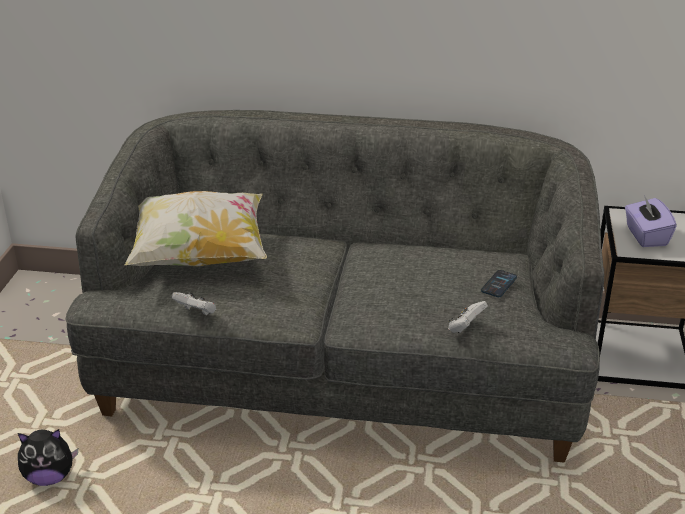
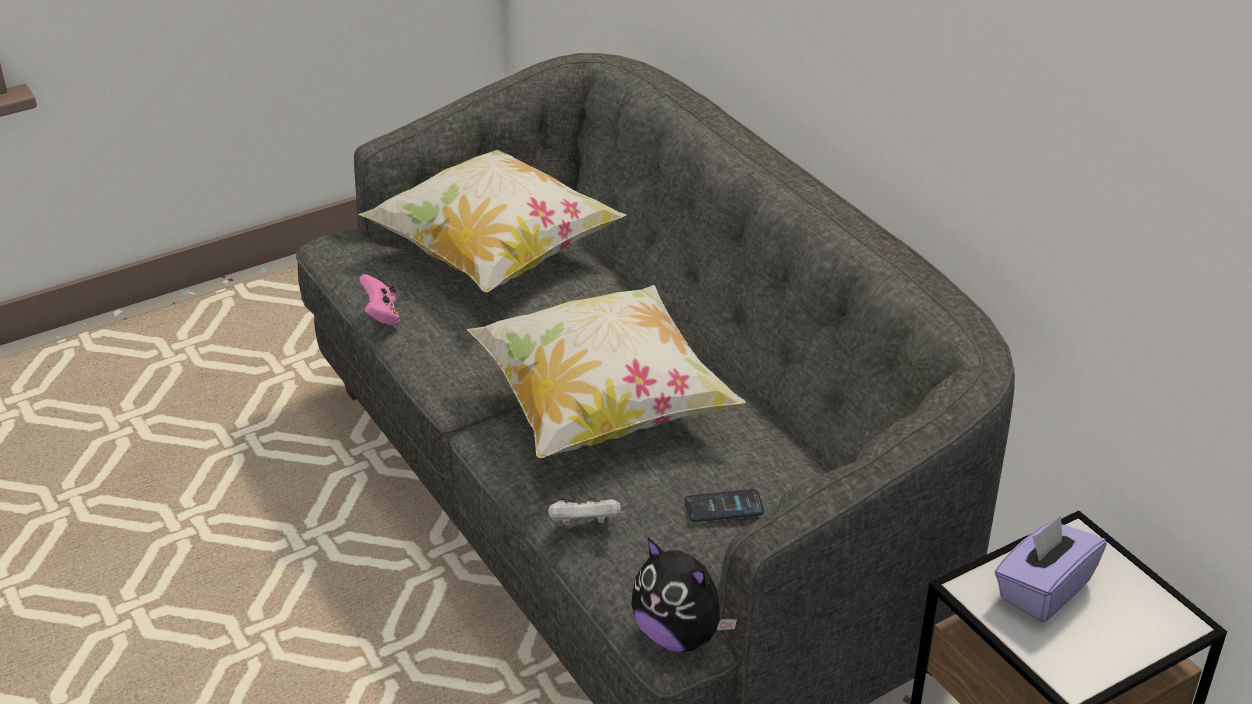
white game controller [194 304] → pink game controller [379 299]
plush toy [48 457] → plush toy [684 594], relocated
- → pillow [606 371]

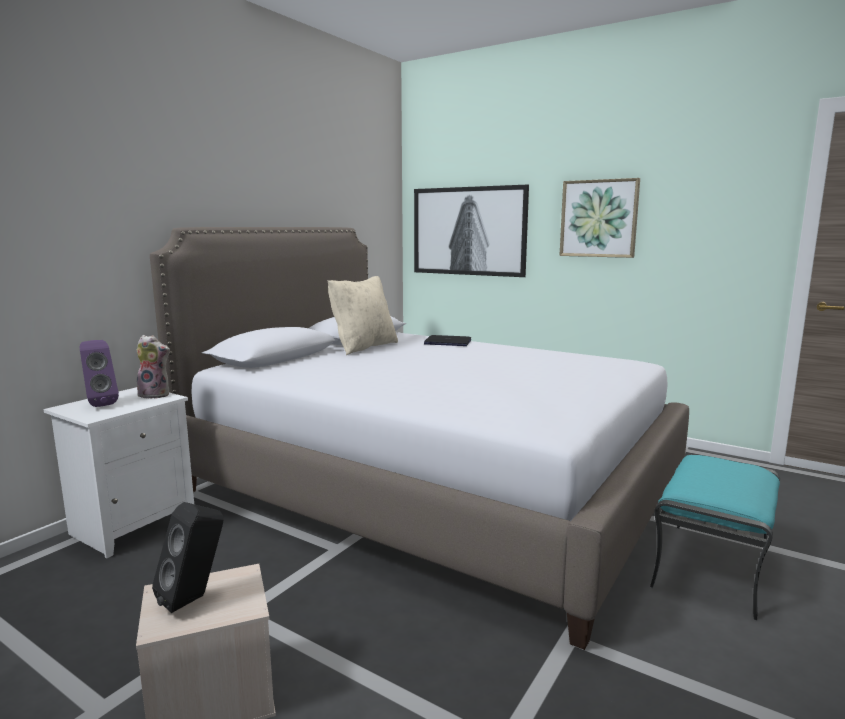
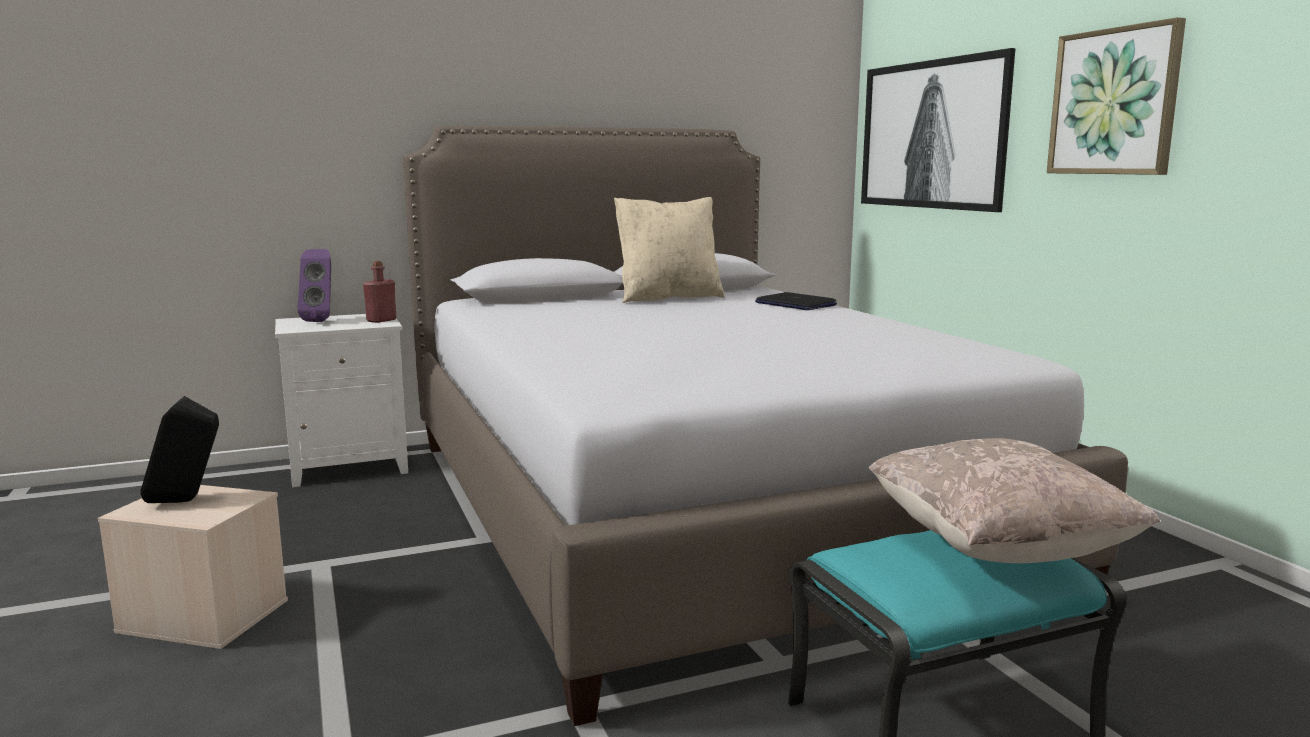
plush toy [153 367] → red bottle [380 292]
- → beige pillow [1014 500]

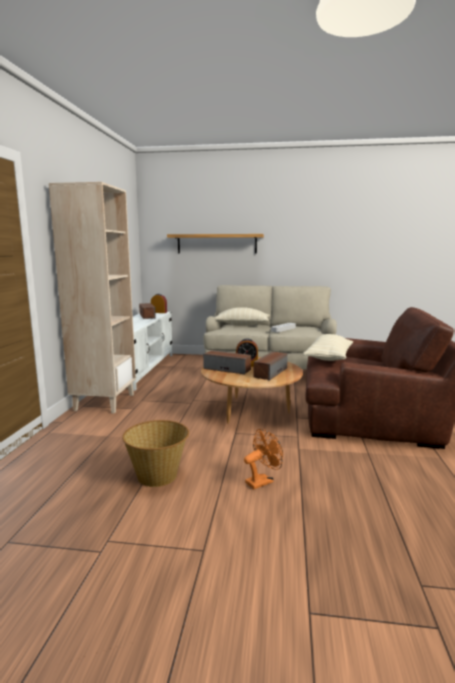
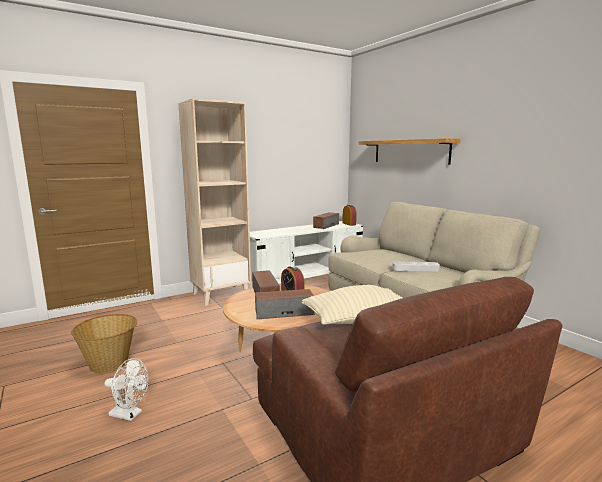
beige pillow [242 316] → -
orange fan [263 459] → white fan [126 389]

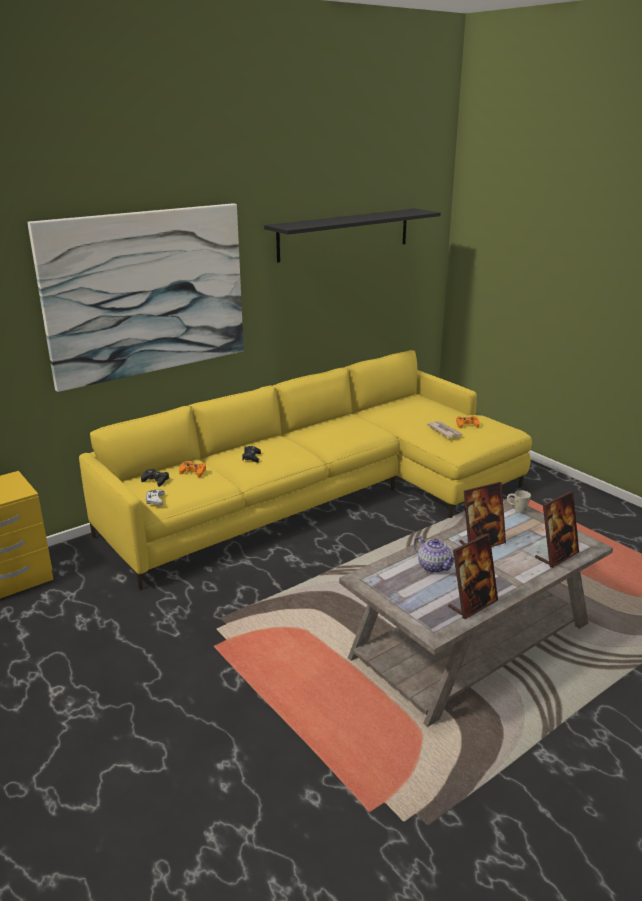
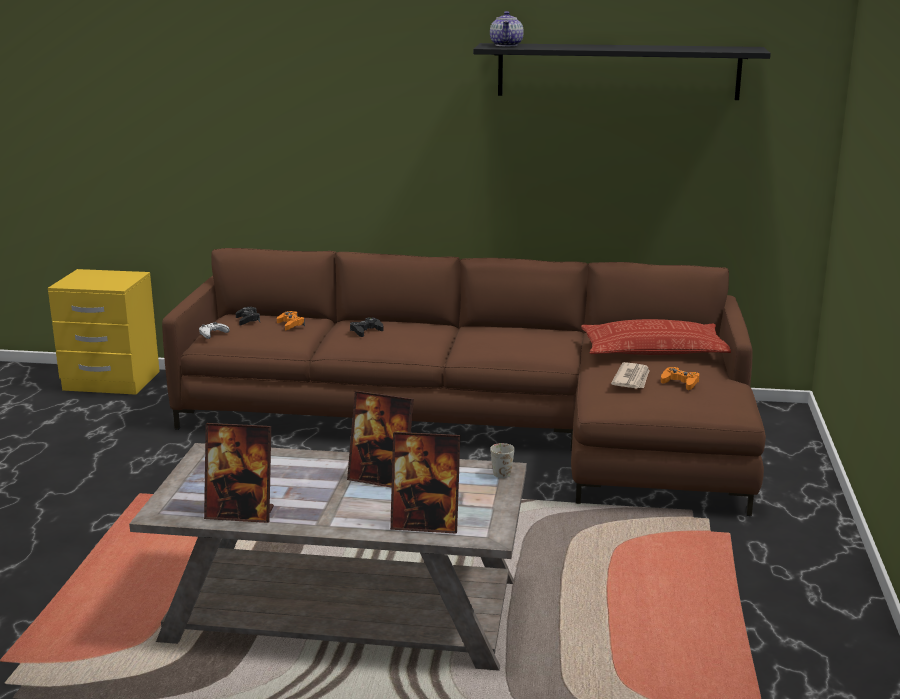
picture [135 297] → -
yellow sofa [305 470] → brown sofa [464 382]
teapot [434 554] → teapot [507 28], relocated
- → pillow [656 337]

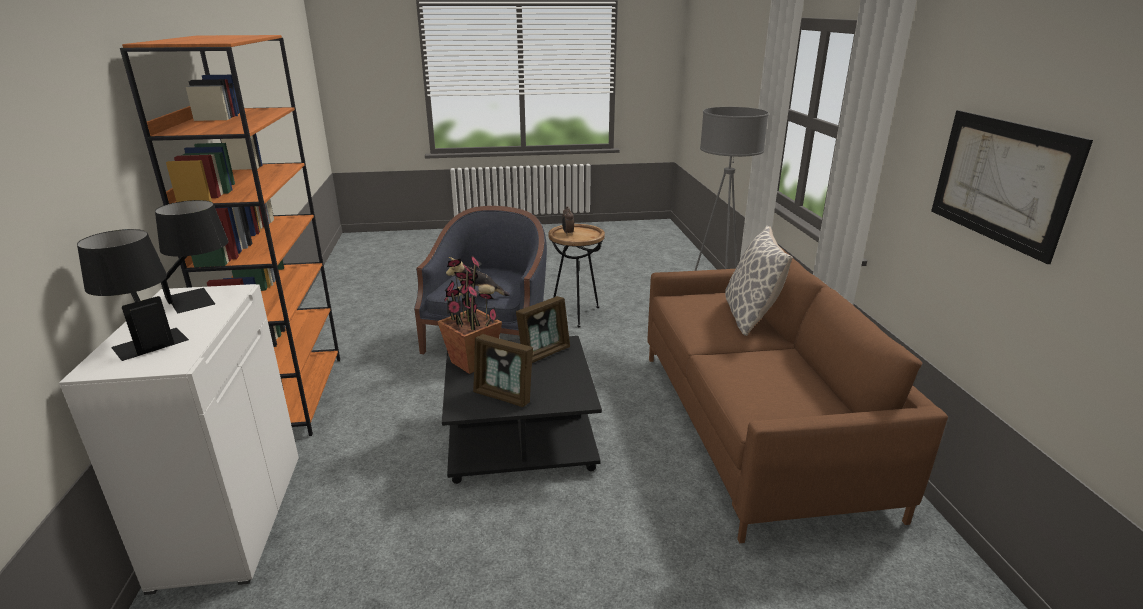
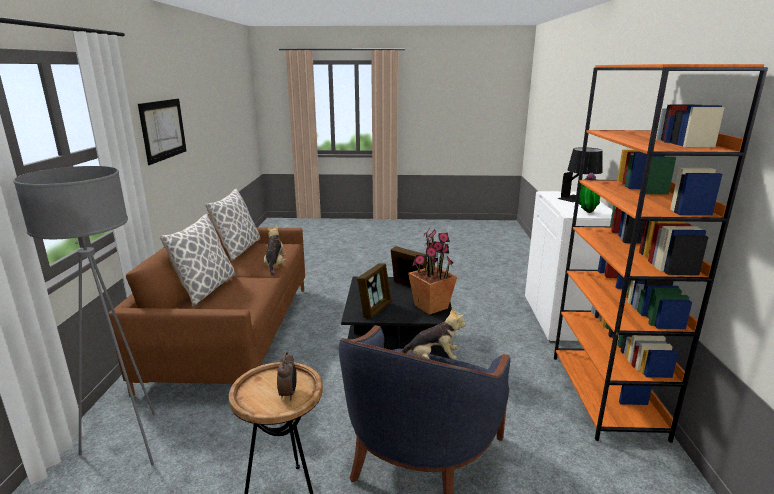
black table lamp [192 256] → potted plant [589 192]
picture frame [543 329] → picture frame [374 291], 150 degrees clockwise
- → pillow [232 225]
- → plush toy [275 250]

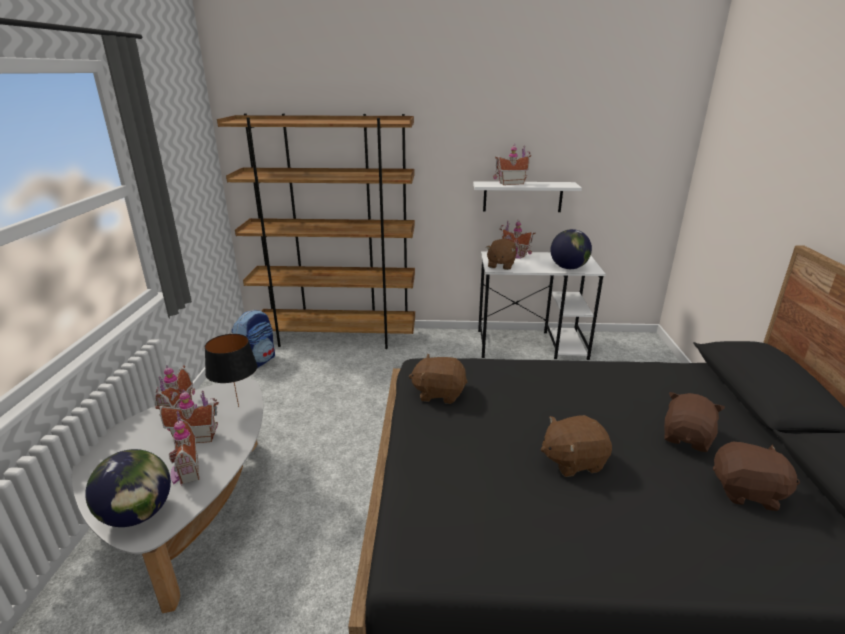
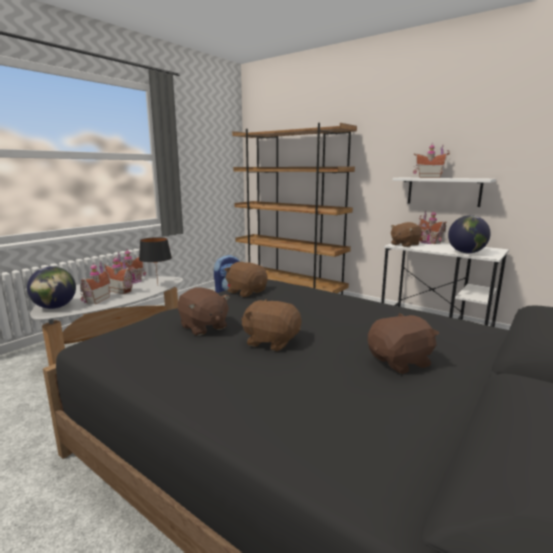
brown plush toy [756 476] → brown plush toy [204 311], relocated

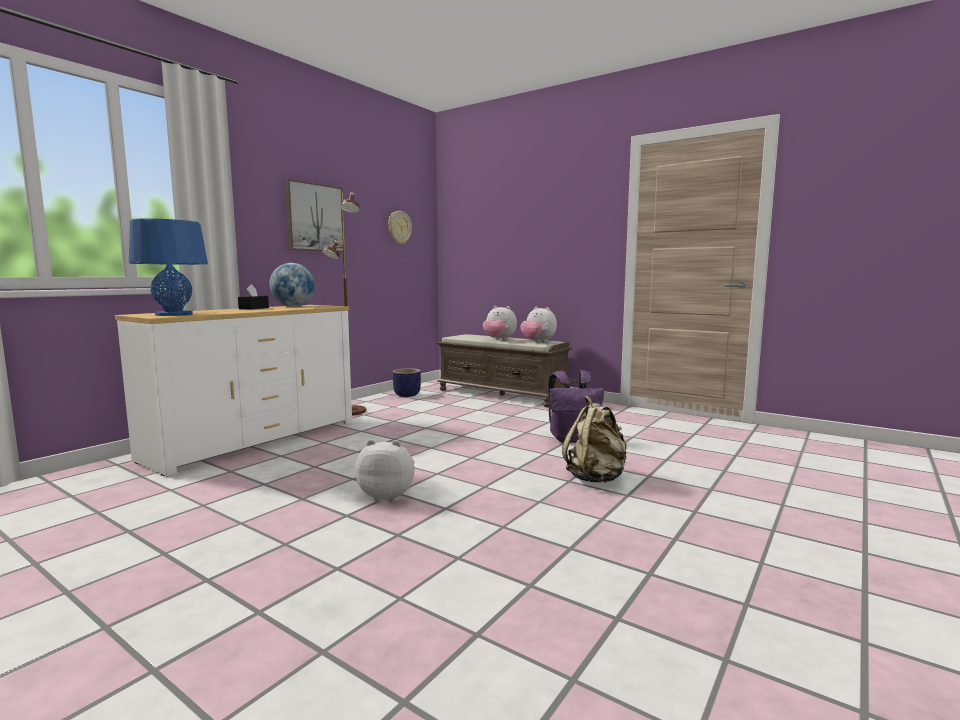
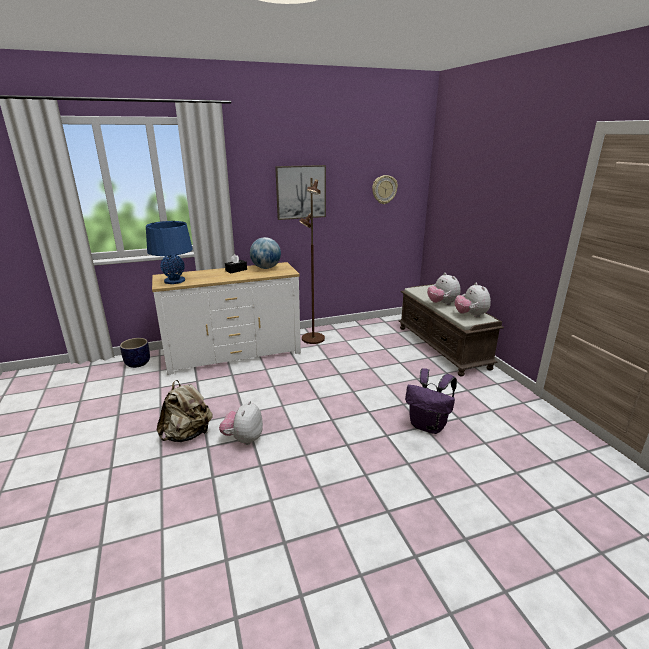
planter [407 382] → planter [135 353], relocated
beige backpack [594 439] → beige backpack [185 411], relocated
plush toy [385 471] → plush toy [241 423], 120 degrees counterclockwise

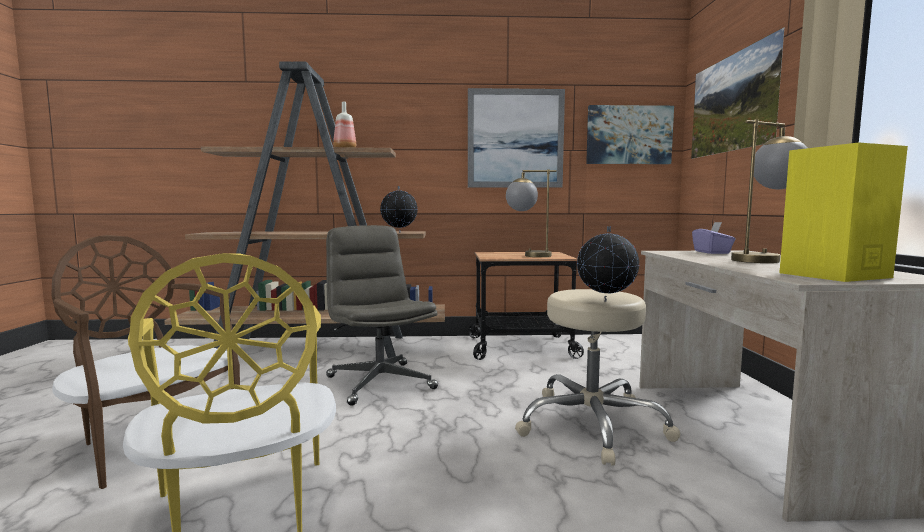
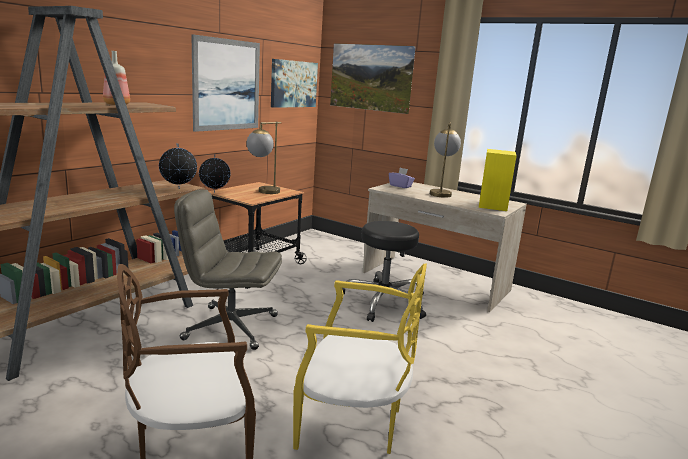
globe [608 264] → globe [214 173], relocated
beige stool [597 377] → black stool [381 271]

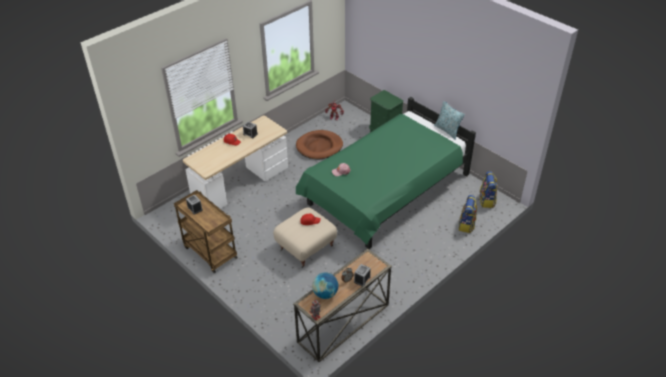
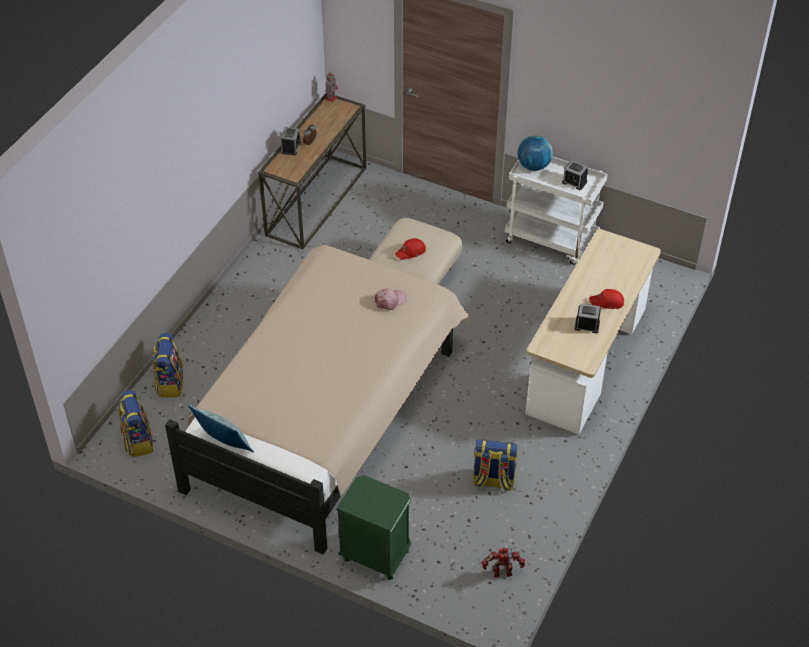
green bed [386 173] → beige bed [317 399]
brown dog bed [319 145] → backpack [495 465]
brown cart [206 231] → white cart [556 210]
globe [325 285] → globe [535 153], relocated

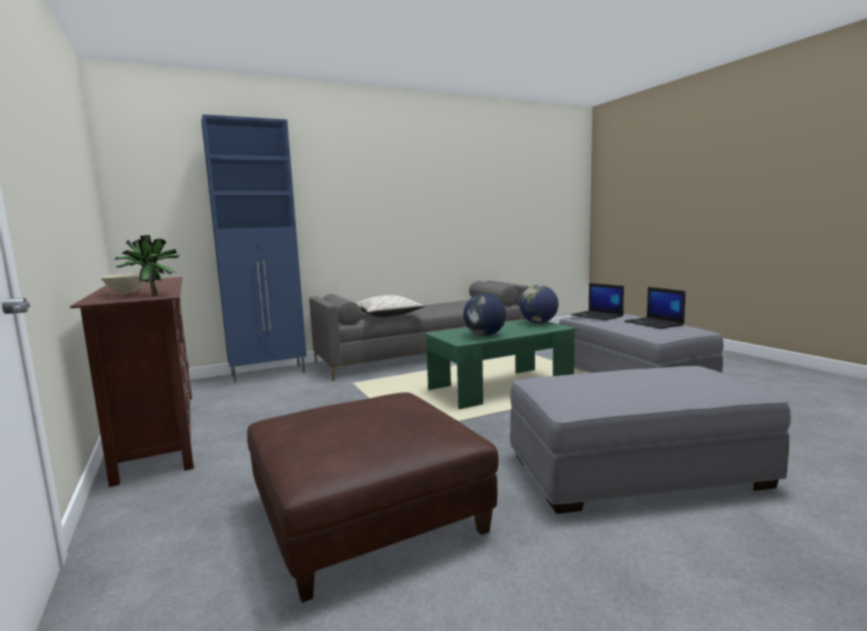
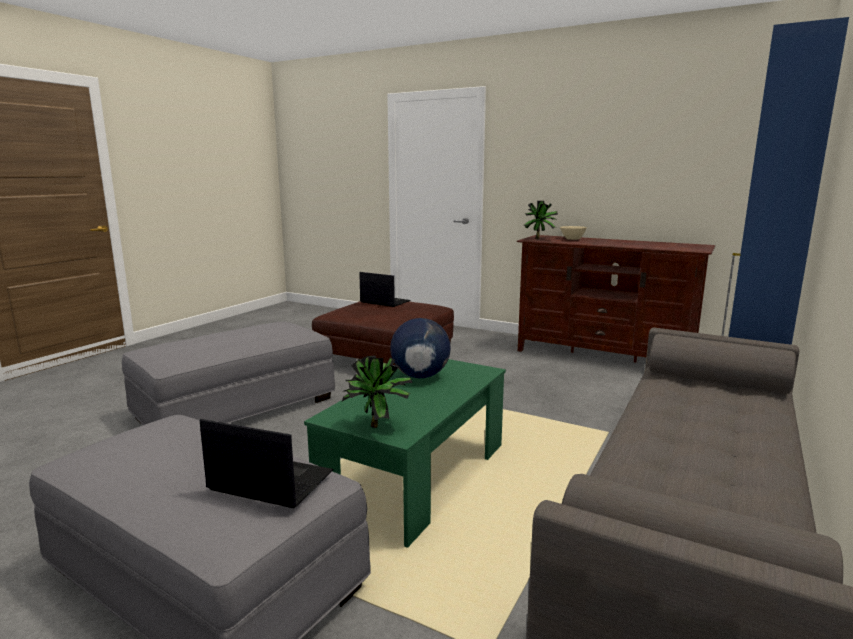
globe [538 304] → potted plant [377 392]
laptop [655 308] → laptop [385 289], relocated
beige pillow [390 306] → -

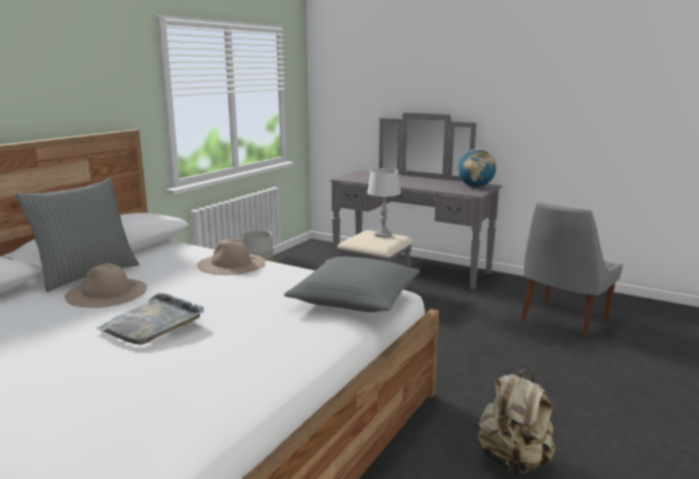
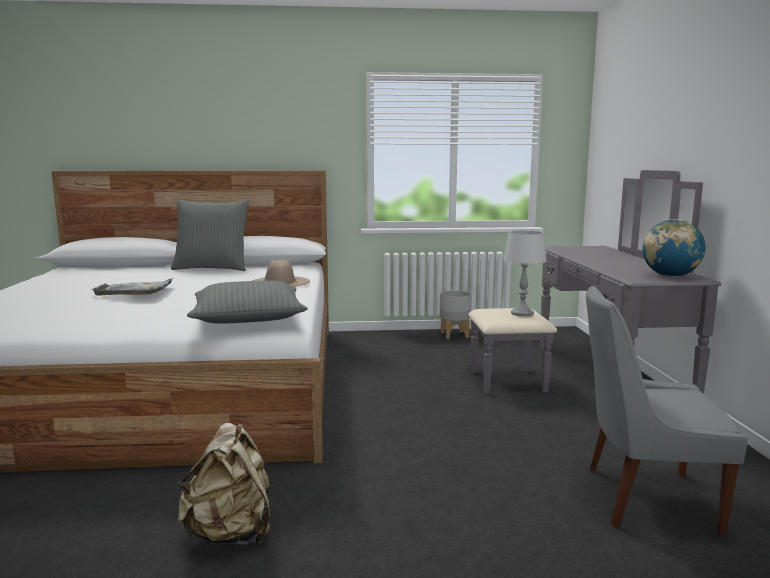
beige hat [105 285] → -

